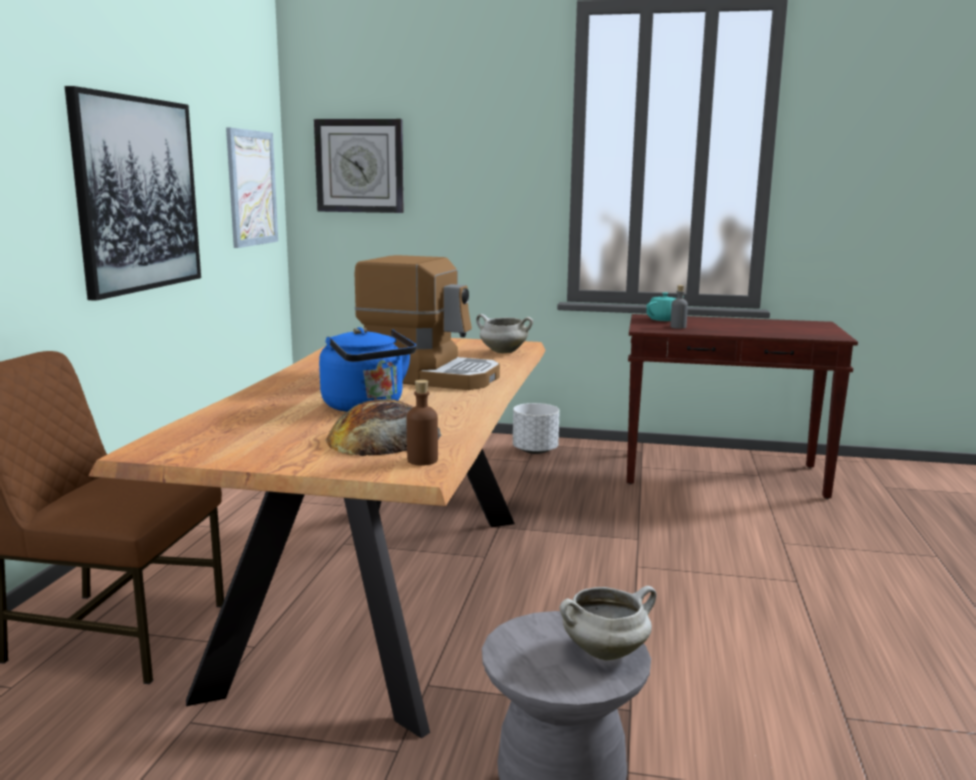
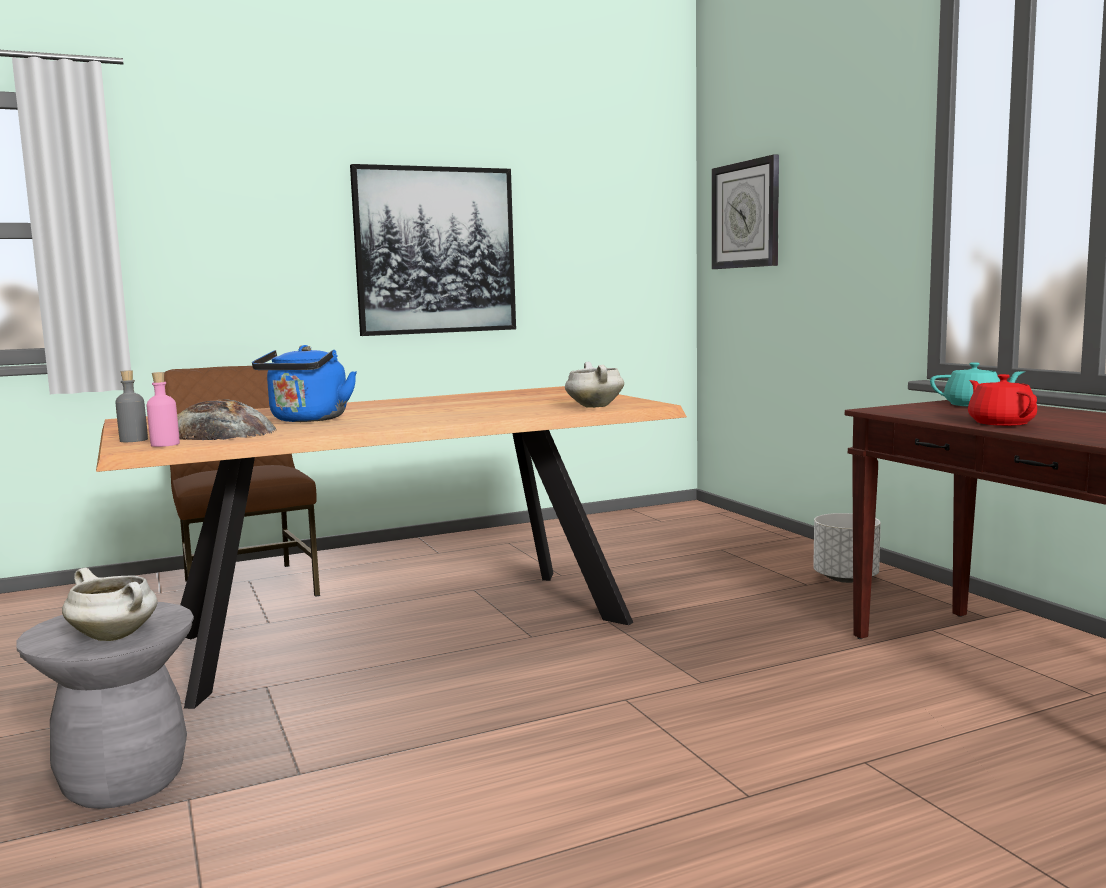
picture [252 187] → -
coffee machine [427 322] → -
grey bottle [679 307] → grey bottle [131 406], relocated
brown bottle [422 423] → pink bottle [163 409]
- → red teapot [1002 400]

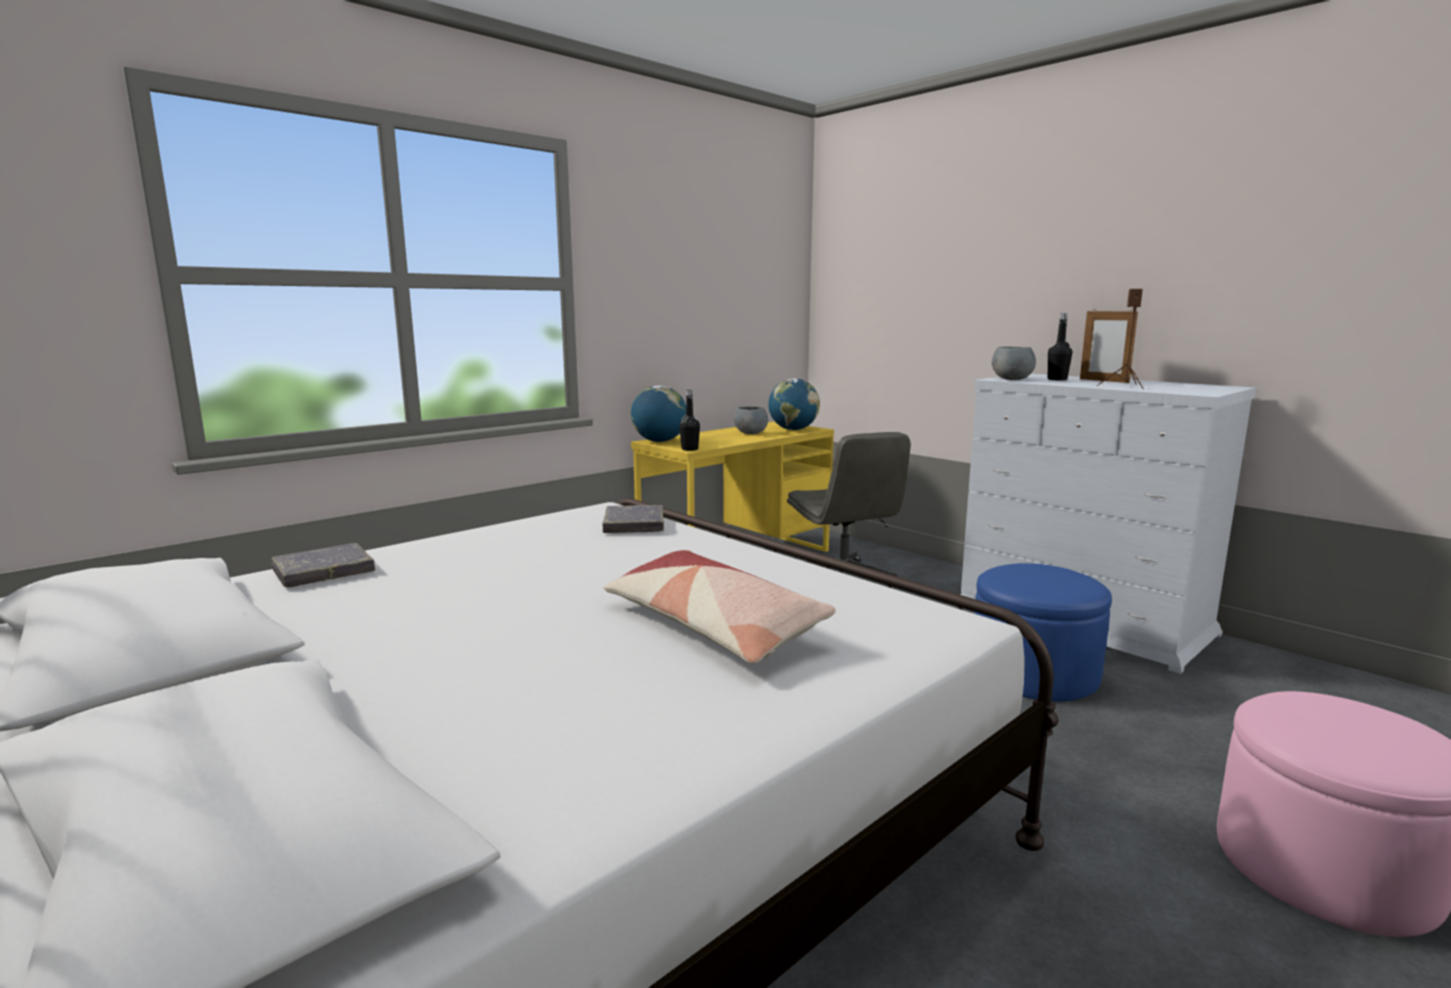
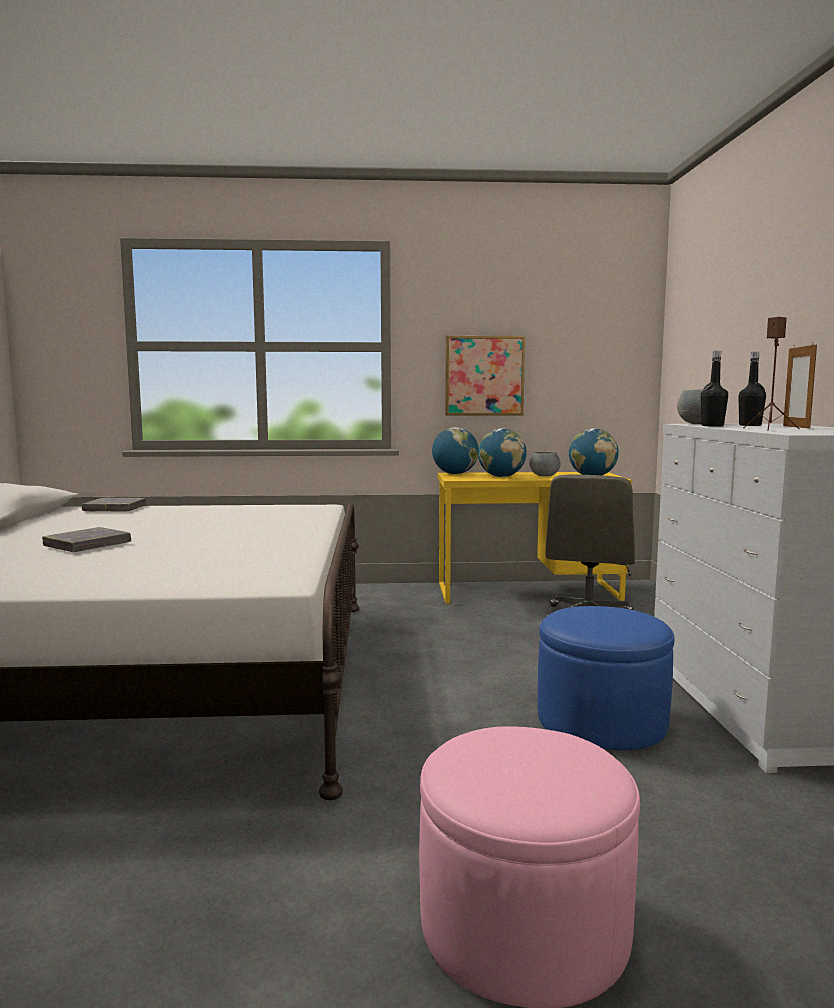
black bottle [689 420] → black bottle [714 388], relocated
grey book [633 519] → grey book [86 539], relocated
pillow [719 607] → -
- → picture [485 376]
- → globe [502 452]

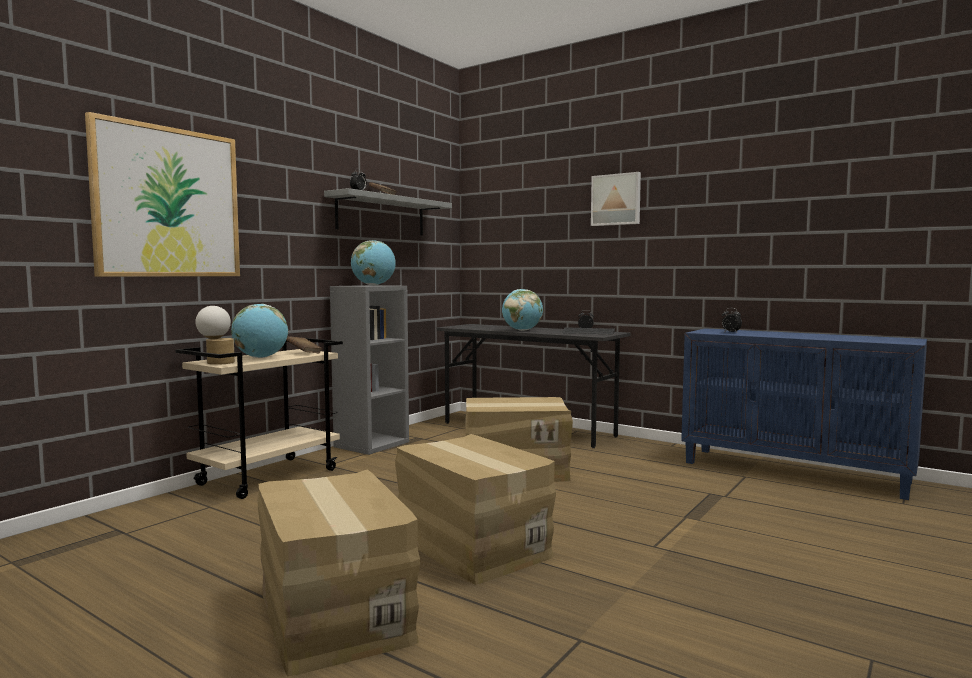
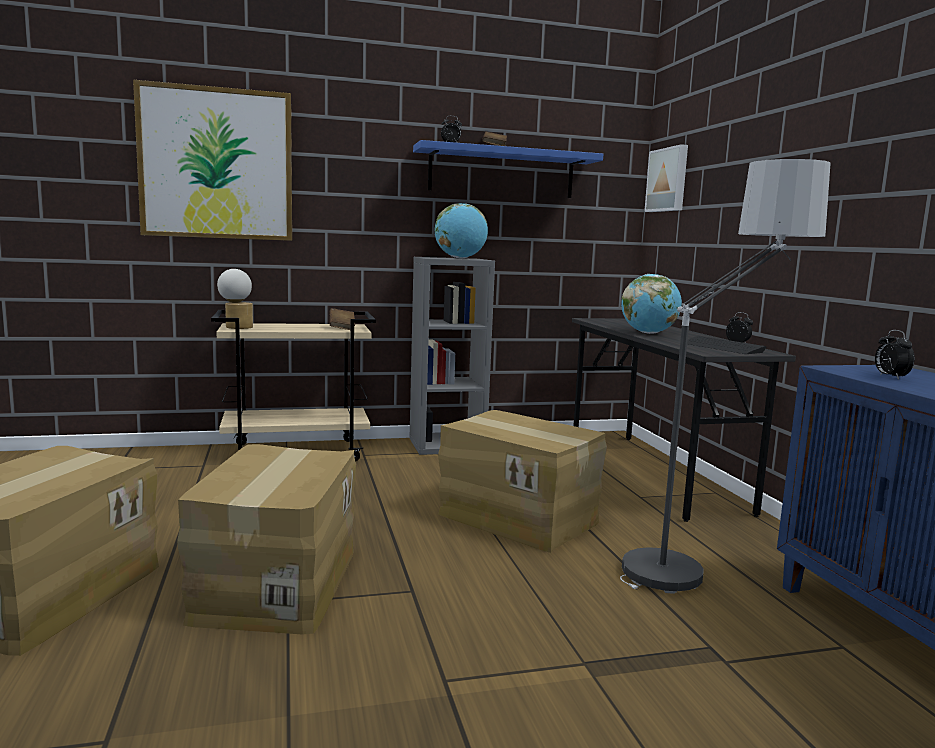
picture [616 199] → picture [666 178], relocated
grey shelf [388 211] → blue shelf [508 169]
globe [259 331] → -
- → floor lamp [725 376]

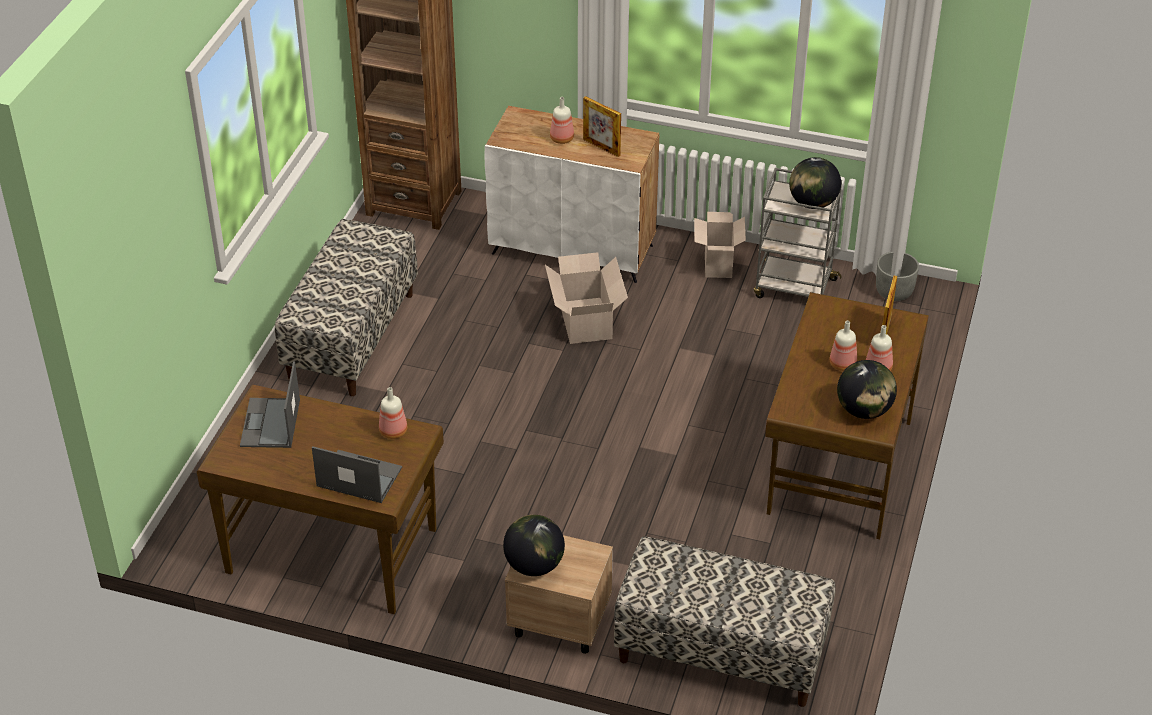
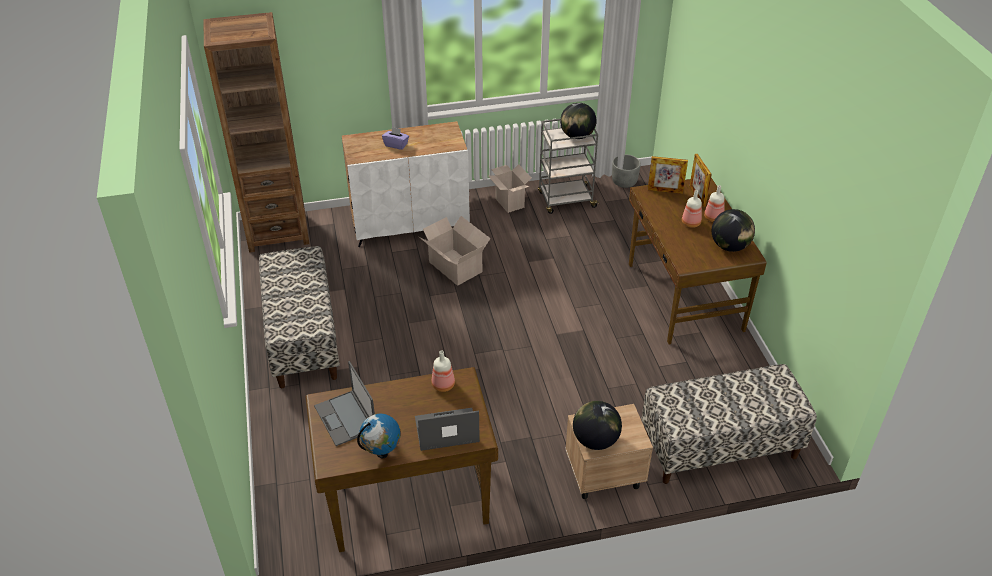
picture frame [602 126] → picture frame [668 175], relocated
bottle [562 120] → purple tissue box [395 138]
- → globe [379 436]

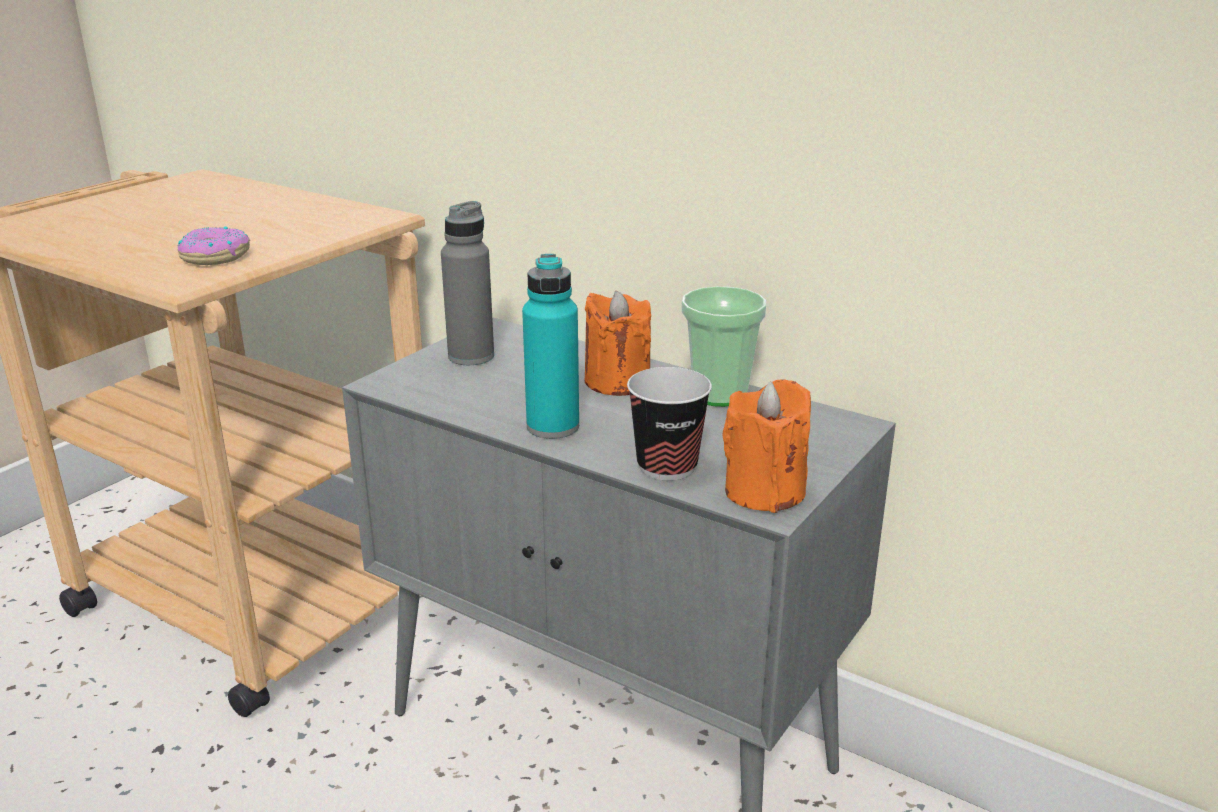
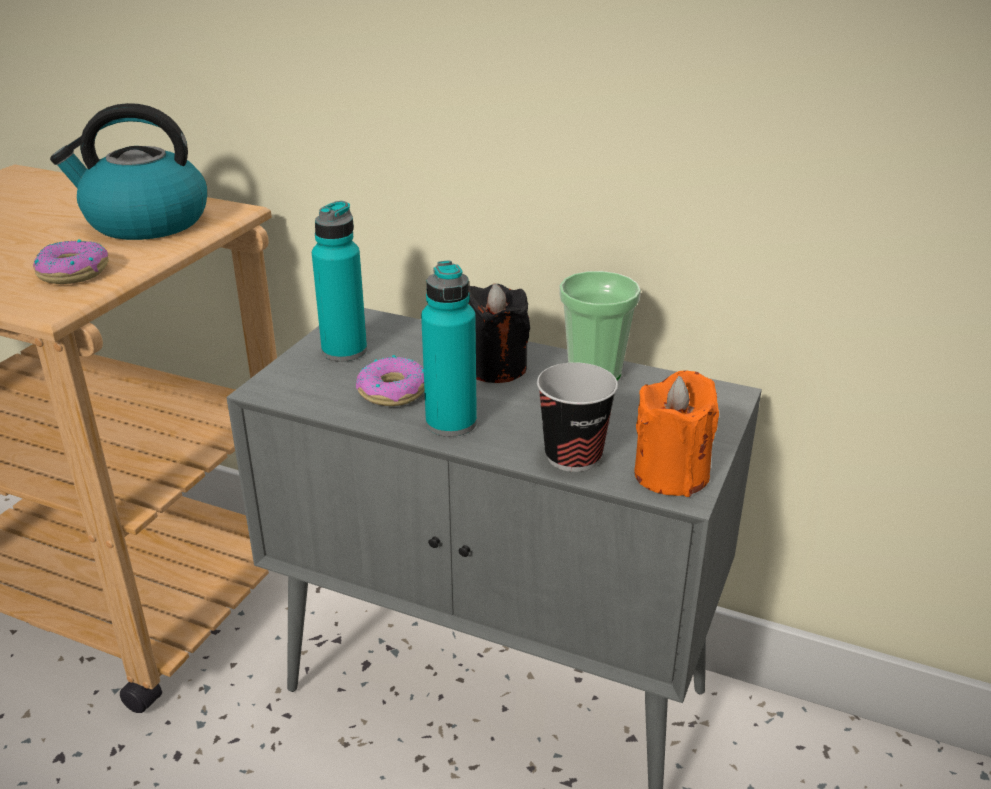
grey bottle [467 283] → turquoise bottle [339 281]
orange candle [618 343] → black candle [499 333]
- → kettle [128 171]
- → donut [390 380]

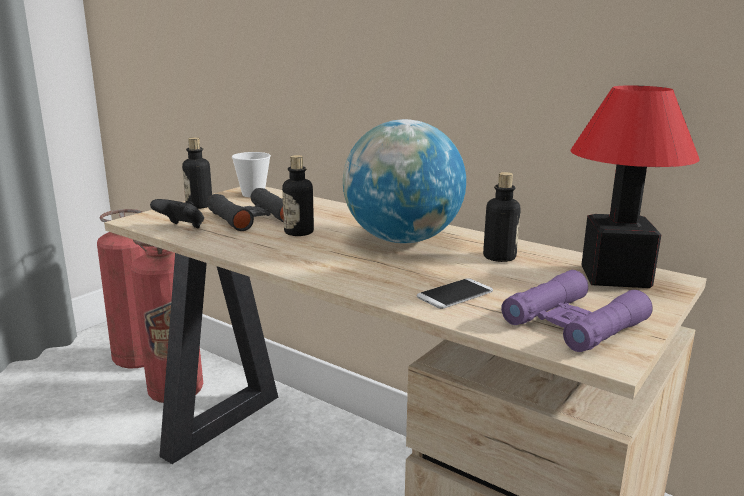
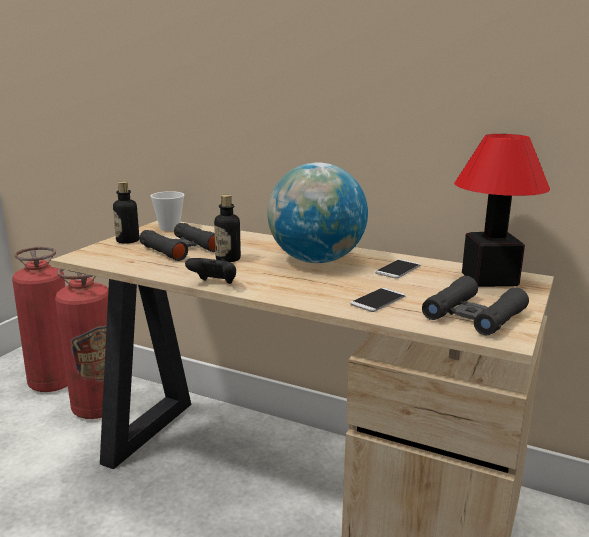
bottle [501 217] → phone [398 269]
black game controller [177 213] → black game controller [210 271], relocated
purple binoculars [577 311] → black binoculars [475 305]

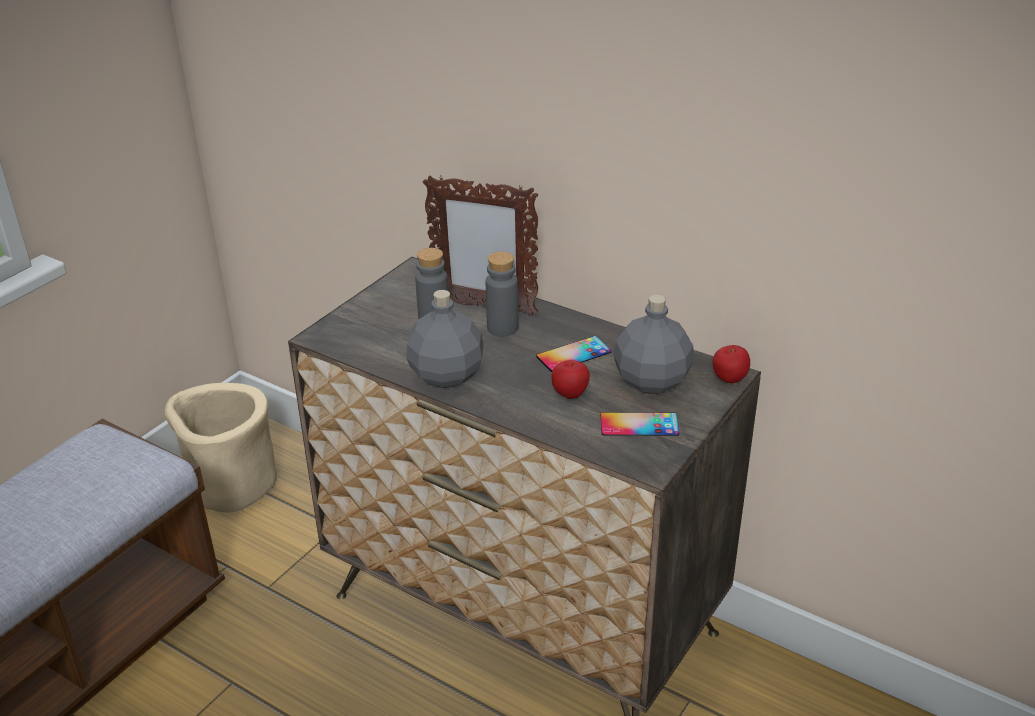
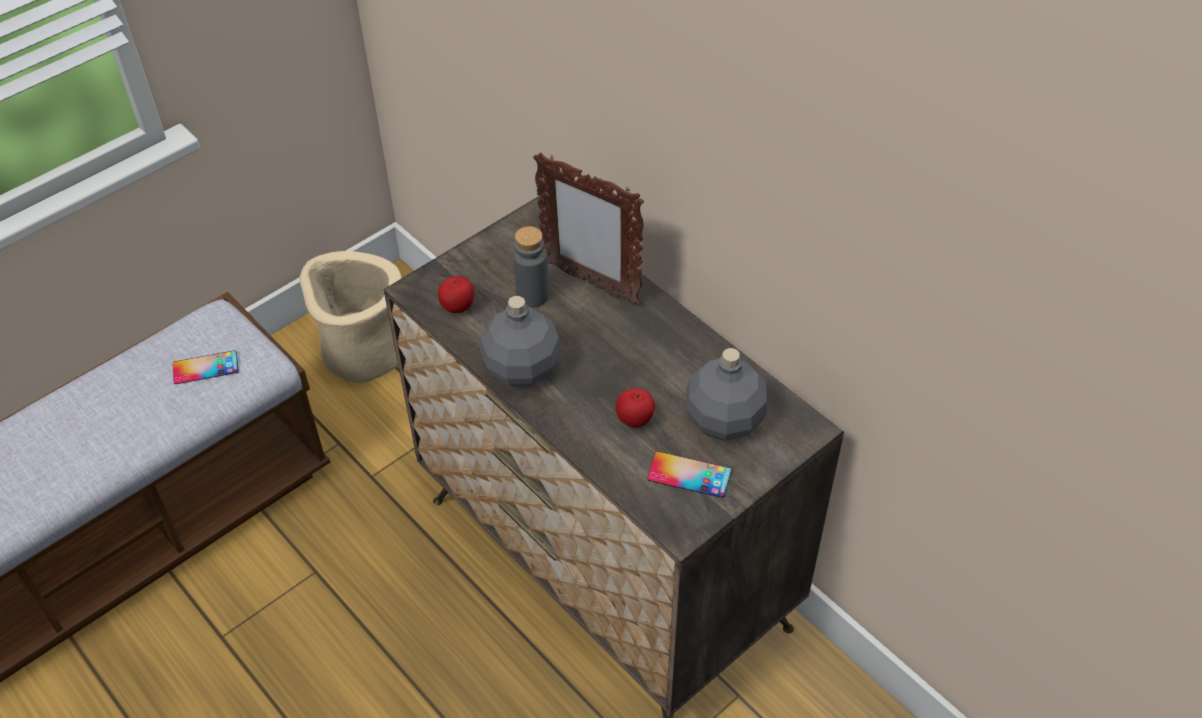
grey bottle [502 294] → -
phone [573 354] → phone [206 367], relocated
apple [731 364] → apple [456 294], relocated

